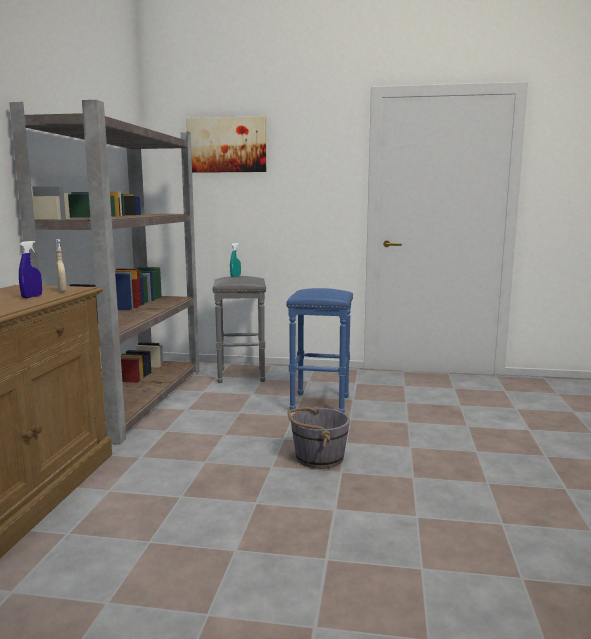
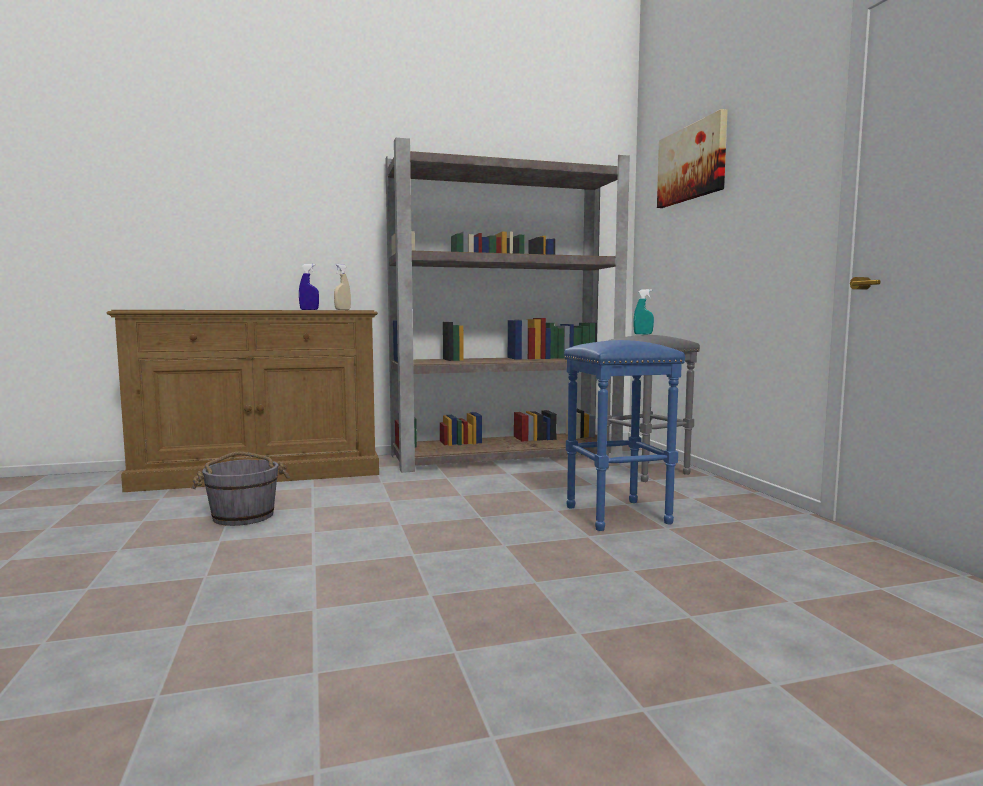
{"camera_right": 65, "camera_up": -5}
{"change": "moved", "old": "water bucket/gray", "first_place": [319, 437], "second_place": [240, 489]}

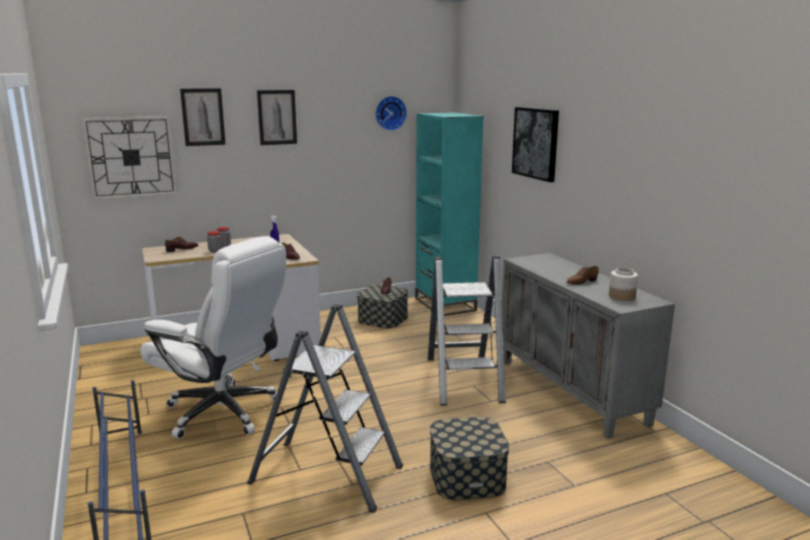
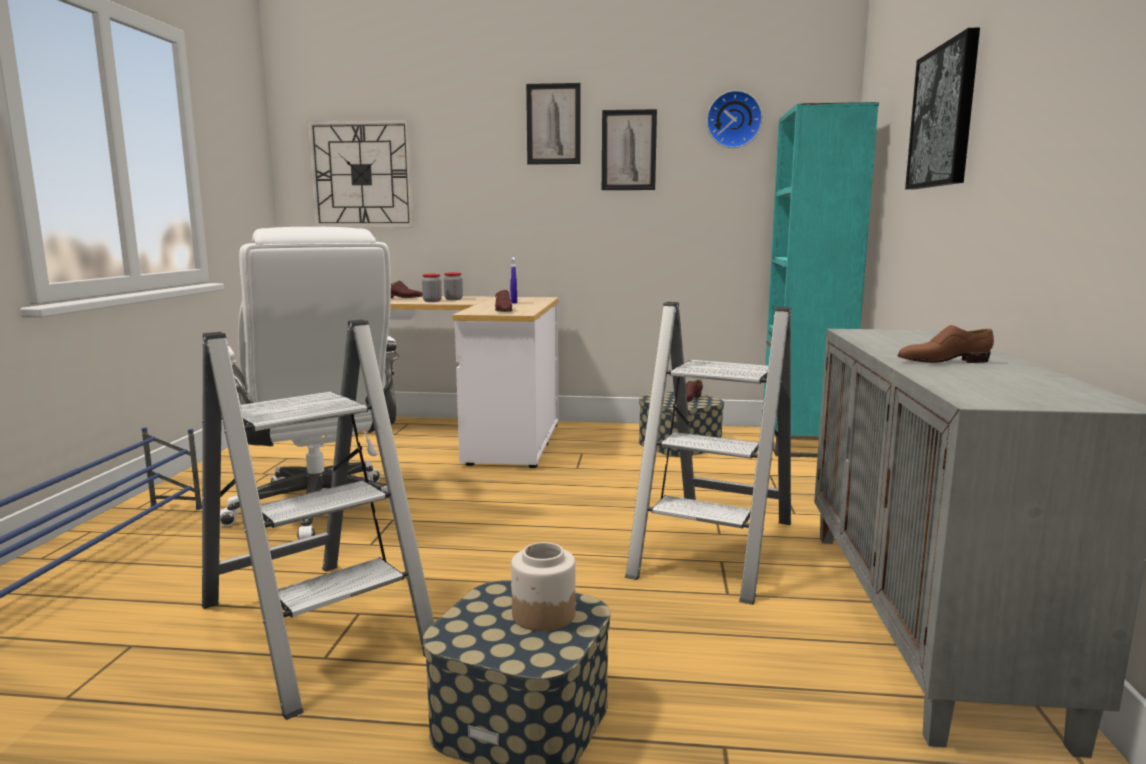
{"camera_right": 30, "camera_up": -5}
{"change": "moved", "old": "wall art", "first_place": [203, 117], "second_place": [629, 149]}
{"change": "moved", "old": "storage jar", "first_place": [623, 284], "second_place": [543, 586]}

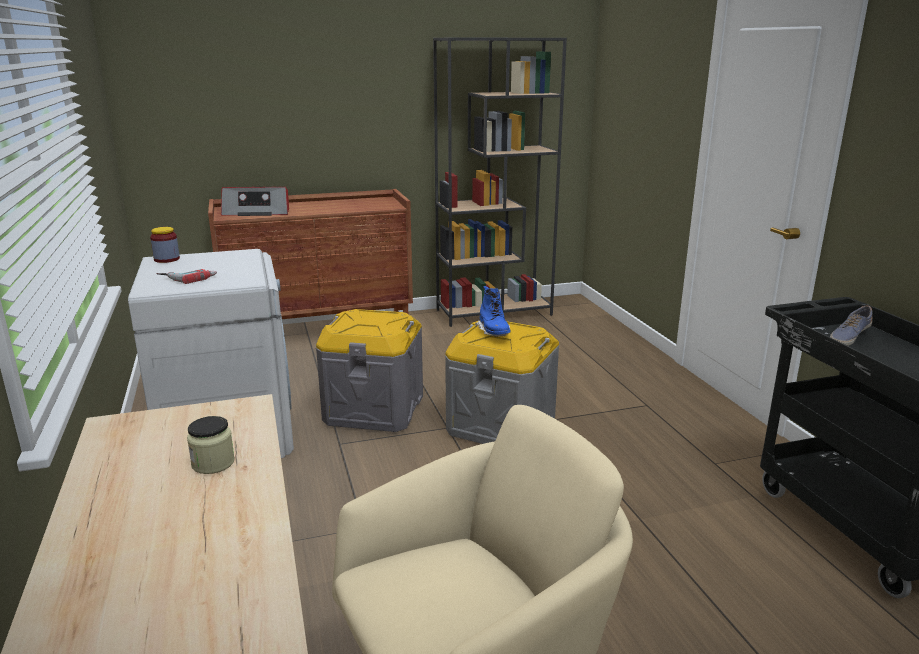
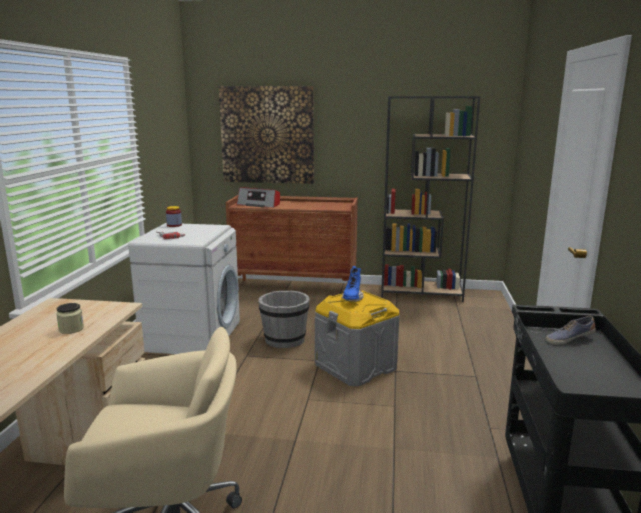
{"camera_right": 25, "camera_up": -5}
{"change": "replaced", "old": "storage box/gray", "new": "water bucket/gray", "first_place": [369, 370], "second_place": [284, 319]}
{"change": "added", "new": "wall art", "second_place": [266, 135]}

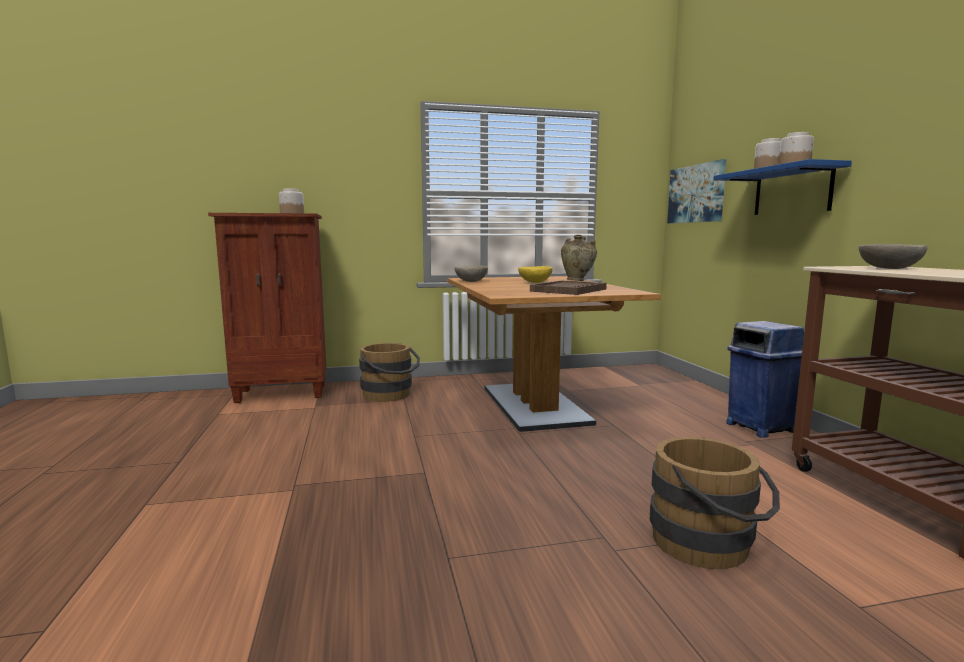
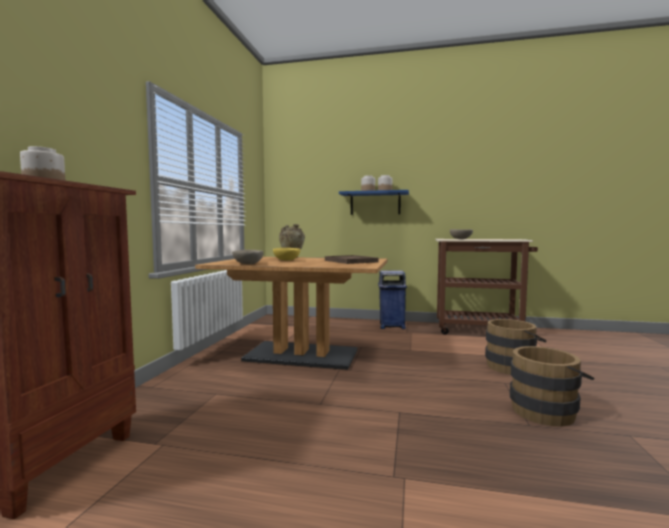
{"camera_right": -65, "camera_up": -5}
{"change": "removed", "old": "wall art", "first_place": [696, 191]}
{"change": "moved", "old": "water bucket/brown-coloured", "first_place": [389, 372], "second_place": [552, 386]}

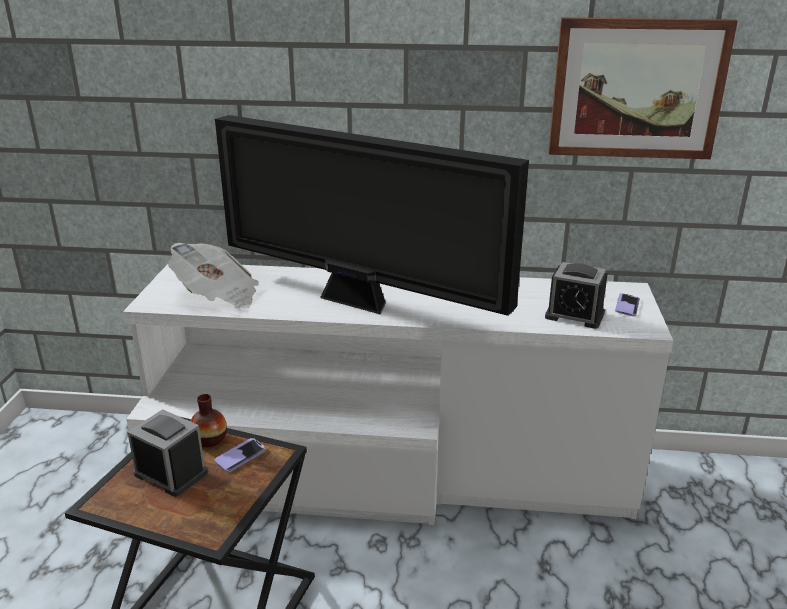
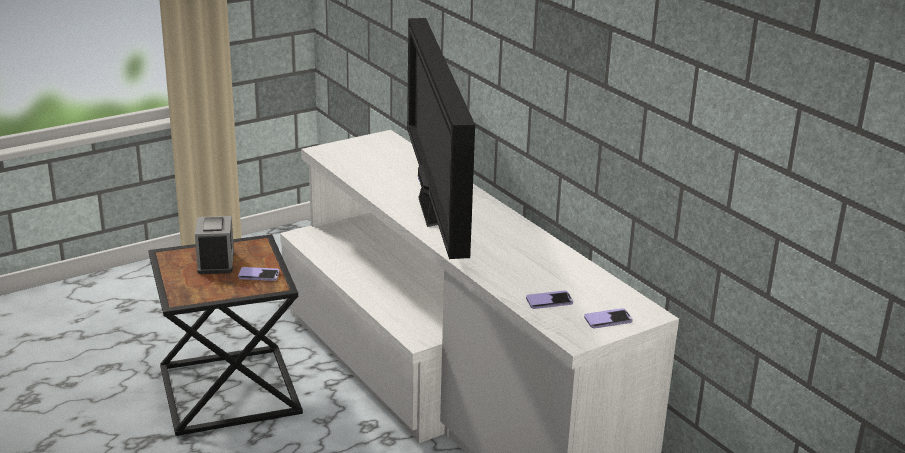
{"camera_right": 50, "camera_up": 0}
{"change": "removed", "old": "wall art", "first_place": [643, 88]}
{"change": "removed", "old": "daily paper", "first_place": [213, 275]}
{"change": "replaced", "old": "table clock", "new": "telephone", "first_place": [576, 295], "second_place": [549, 300]}
{"change": "removed", "old": "vase", "first_place": [209, 421]}

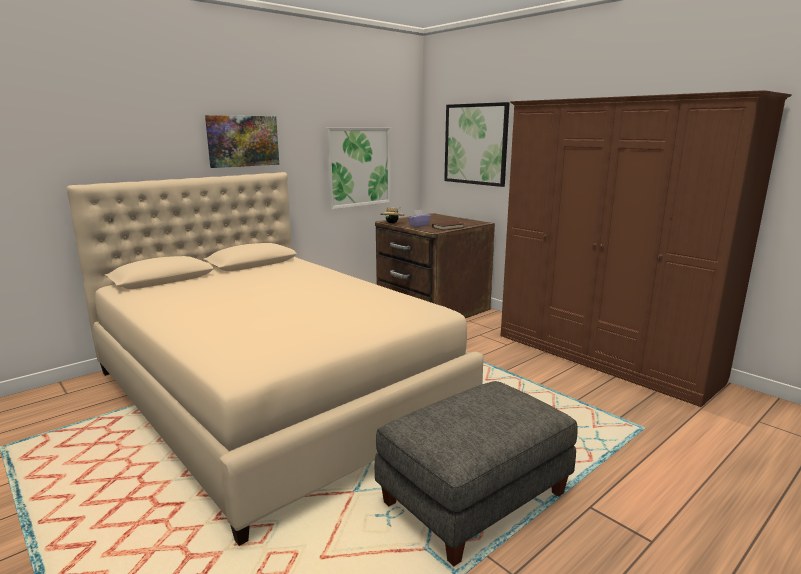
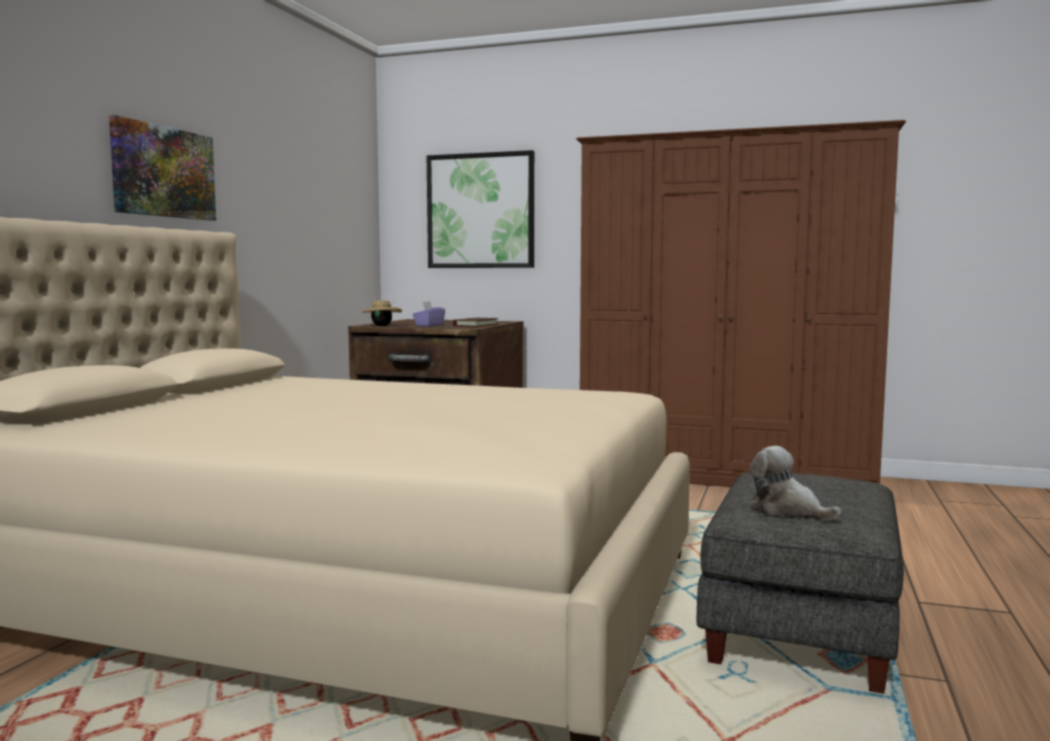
{"camera_right": -30, "camera_up": -10}
{"change": "removed", "old": "wall art", "first_place": [358, 168]}
{"change": "added", "new": "cuddly toy", "second_place": [795, 483]}

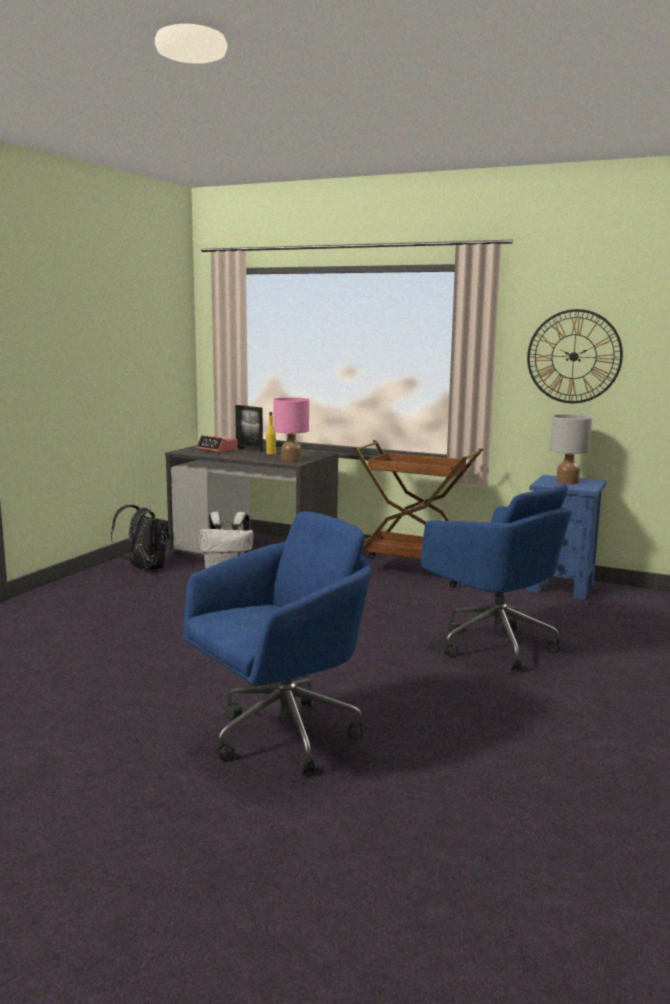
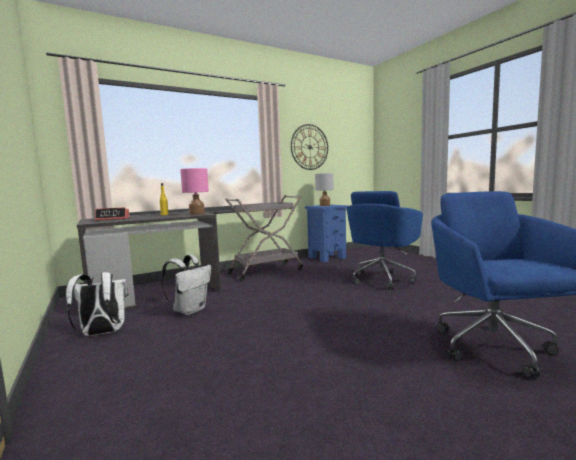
{"camera_right": -55, "camera_up": -5}
{"change": "removed", "old": "standing frame", "first_place": [249, 428]}
{"change": "recoloured", "old": "trolley/brown-coloured", "new": "trolley/gray", "first_place": [418, 513], "second_place": [264, 238]}
{"change": "turned", "old": "desk chair/bluish", "first_place": [496, 577], "second_place": [385, 240], "degrees": 135}
{"change": "recoloured", "old": "rucksack/black-coloured", "new": "rucksack/whitish", "first_place": [140, 537], "second_place": [97, 304]}

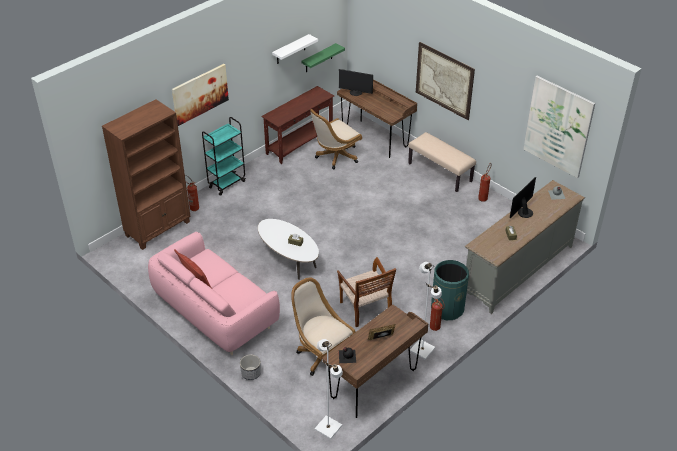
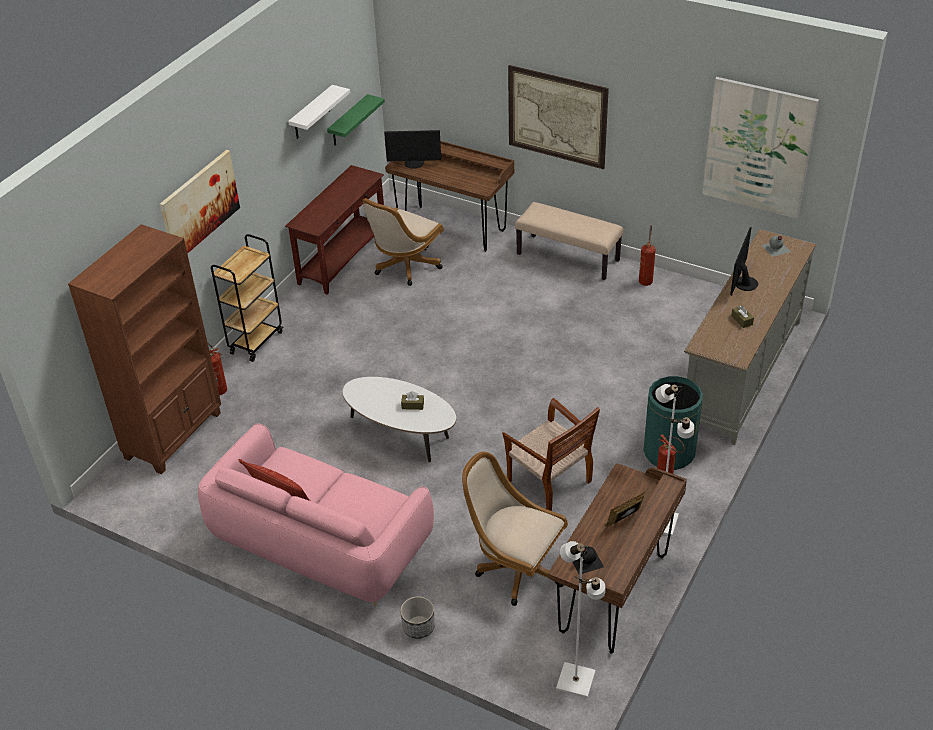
{"camera_right": -15, "camera_up": 0}
{"change": "recoloured", "old": "trolley/turquoise", "new": "trolley/brown-coloured", "first_place": [224, 156], "second_place": [247, 298]}

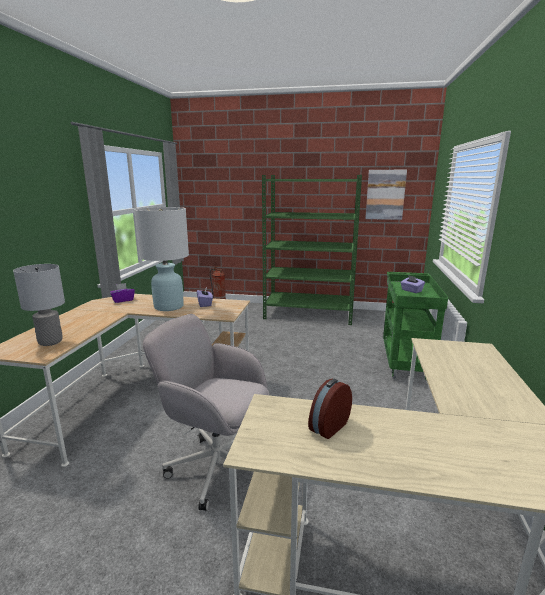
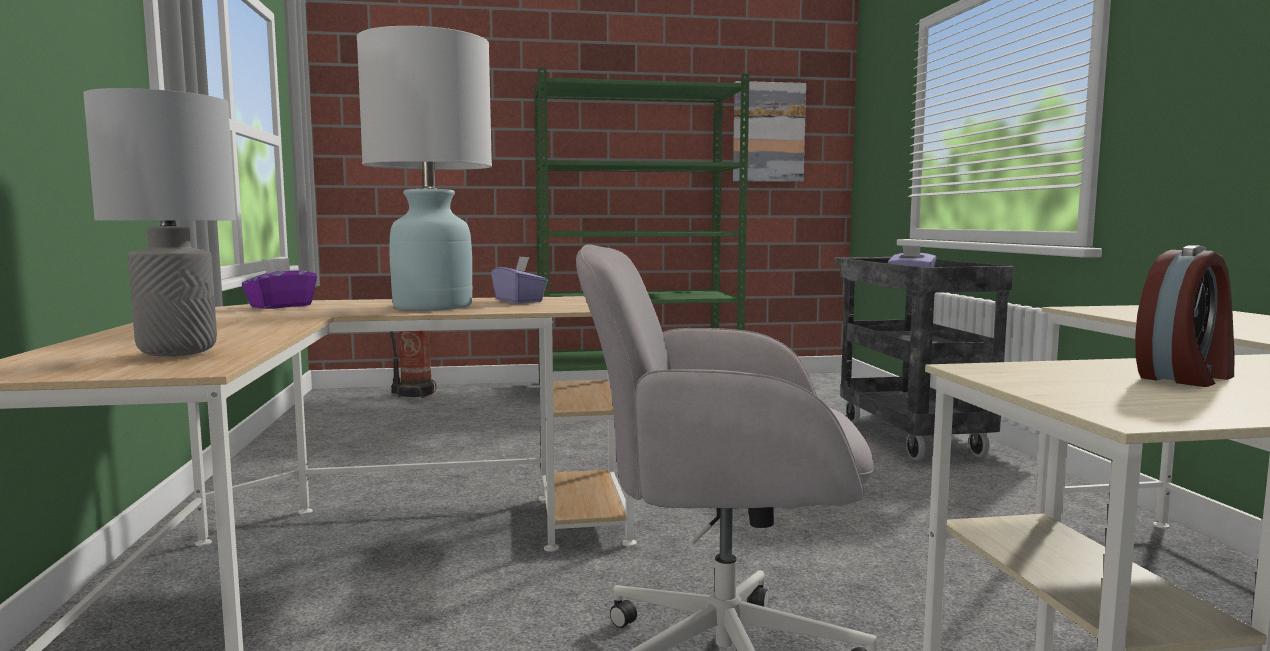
{"camera_right": -20, "camera_up": -10}
{"change": "recoloured", "old": "trolley/green-coloured", "new": "trolley/black-coloured", "first_place": [415, 327], "second_place": [924, 359]}
{"change": "turned", "old": "table clock", "first_place": [330, 409], "second_place": [1184, 316], "degrees": -150}

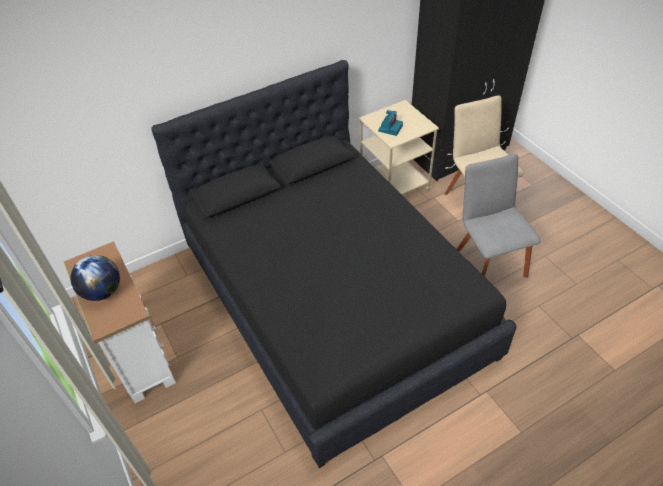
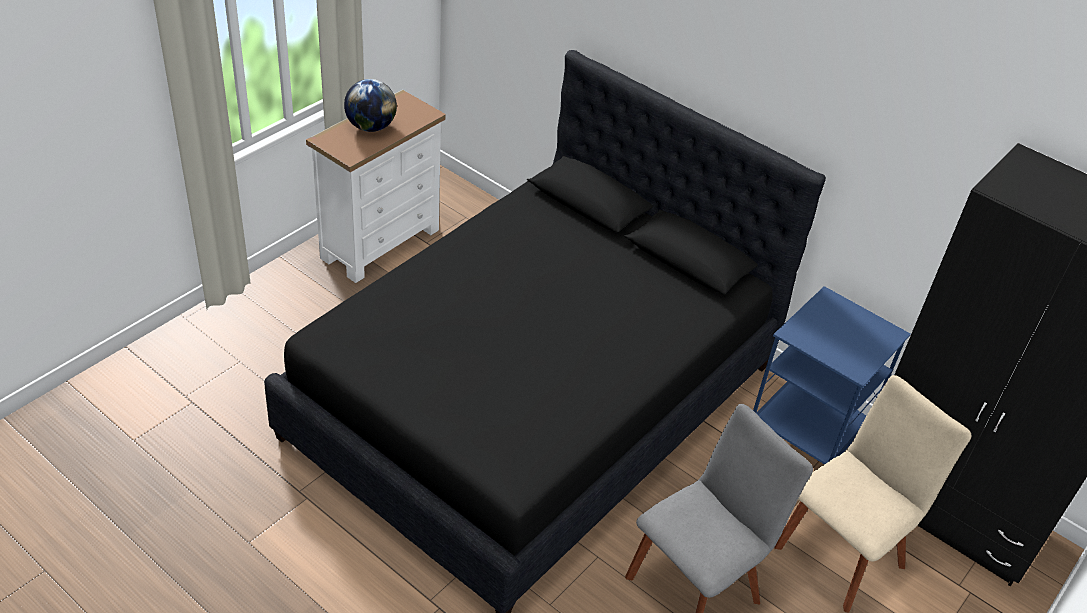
{"camera_right": 65, "camera_up": -5}
{"change": "recoloured", "old": "trolley/beige", "new": "trolley/bluish", "first_place": [399, 147], "second_place": [832, 375]}
{"change": "removed", "old": "photo camera", "first_place": [390, 123]}

